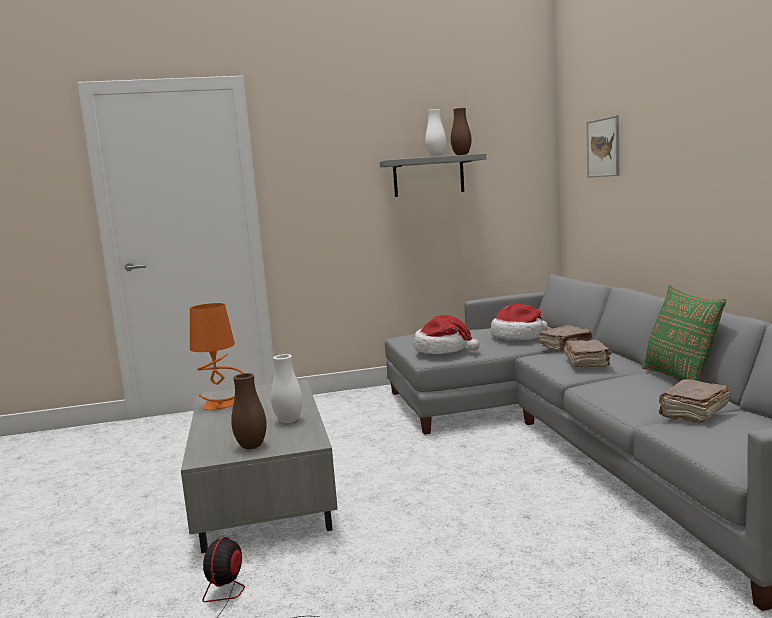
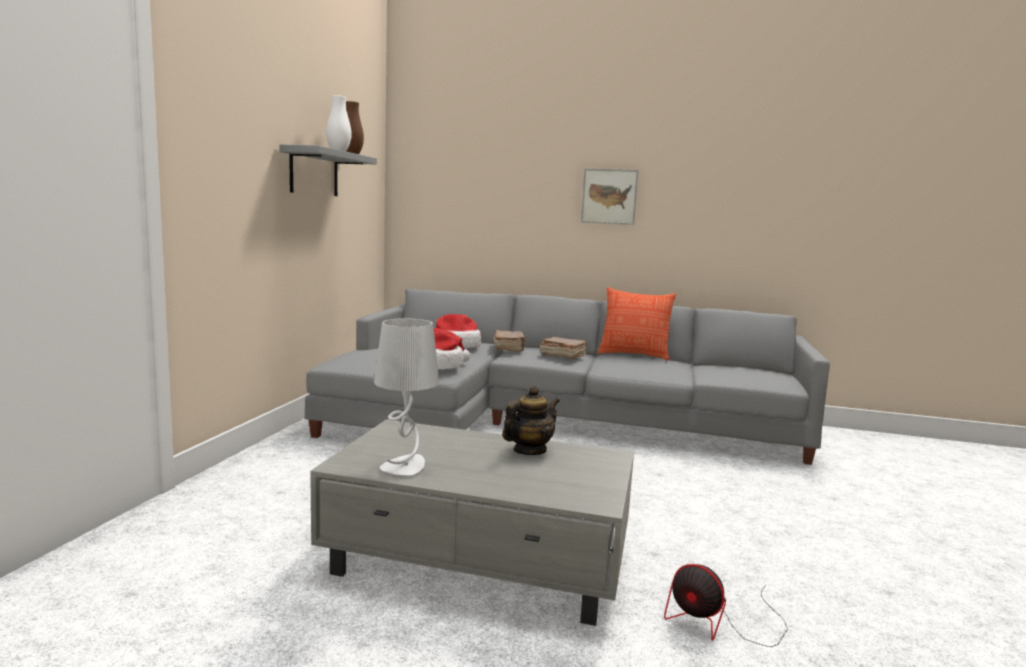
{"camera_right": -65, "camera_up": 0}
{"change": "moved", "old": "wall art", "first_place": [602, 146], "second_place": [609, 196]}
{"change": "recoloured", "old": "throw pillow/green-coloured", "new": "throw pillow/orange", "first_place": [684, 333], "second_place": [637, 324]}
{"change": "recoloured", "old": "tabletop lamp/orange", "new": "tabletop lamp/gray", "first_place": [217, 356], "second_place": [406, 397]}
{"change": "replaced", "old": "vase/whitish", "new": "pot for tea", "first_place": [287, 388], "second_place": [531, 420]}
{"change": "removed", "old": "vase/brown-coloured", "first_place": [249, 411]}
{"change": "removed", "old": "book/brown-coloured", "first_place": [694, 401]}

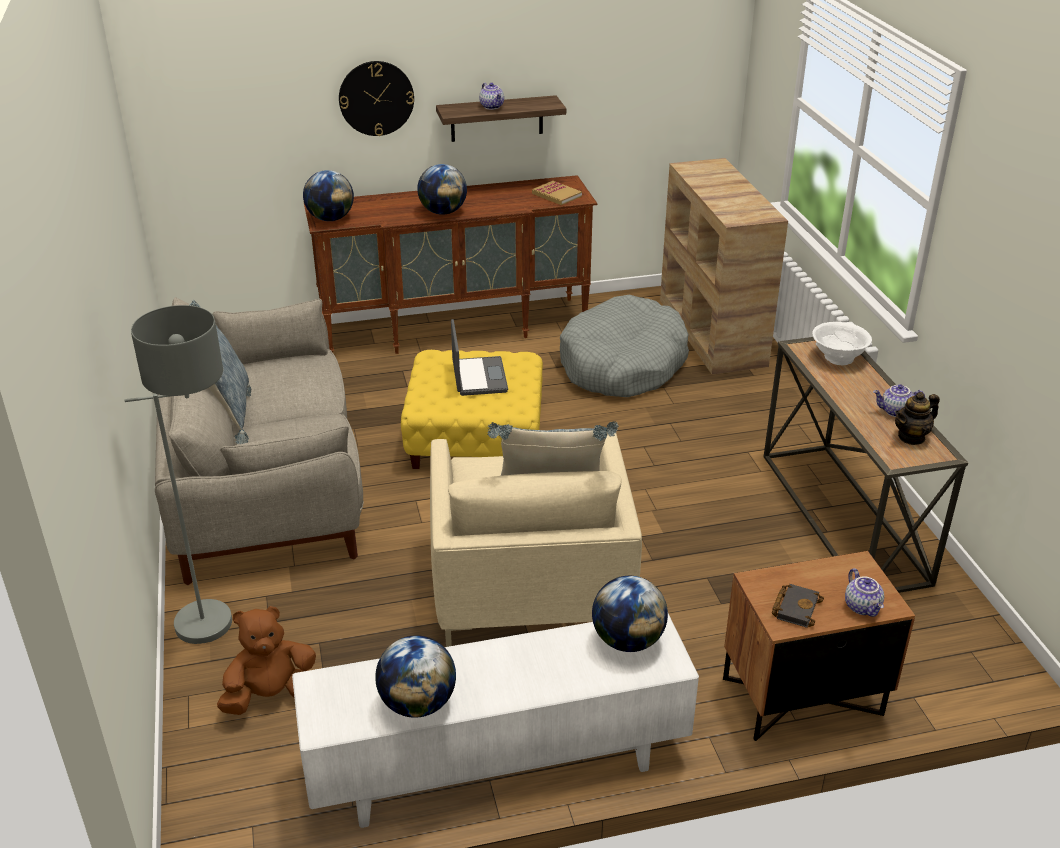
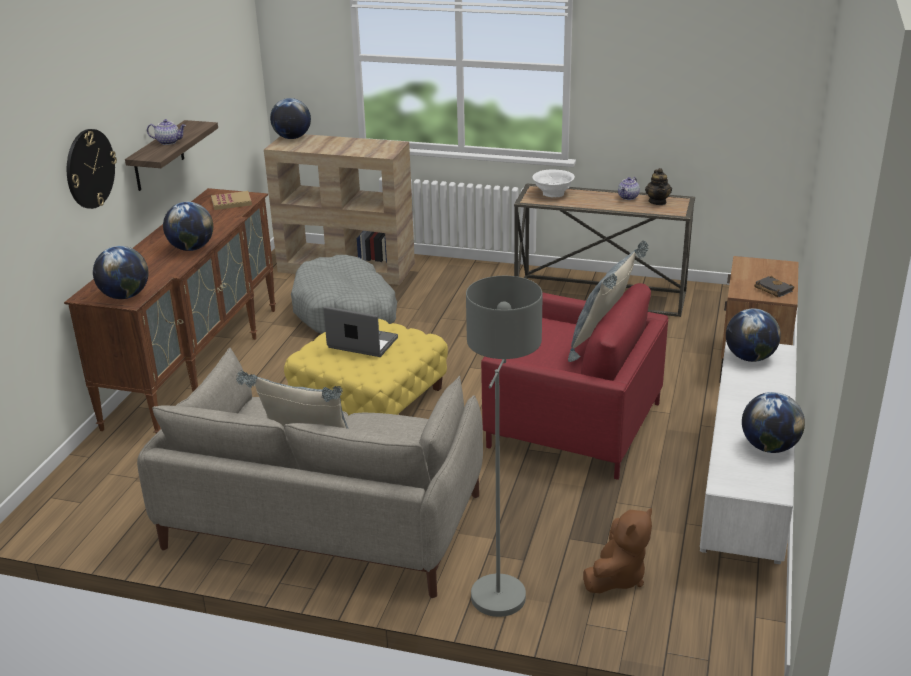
{"camera_right": -60, "camera_up": -5}
{"change": "recoloured", "old": "lounge chair/beige", "new": "lounge chair/reddish", "first_place": [536, 540], "second_place": [574, 381]}
{"change": "removed", "old": "pot for tea", "first_place": [864, 592]}
{"change": "turned", "old": "cuddly toy/brown-coloured", "first_place": [266, 660], "second_place": [617, 550], "degrees": -150}
{"change": "added", "new": "world globe", "second_place": [290, 118]}

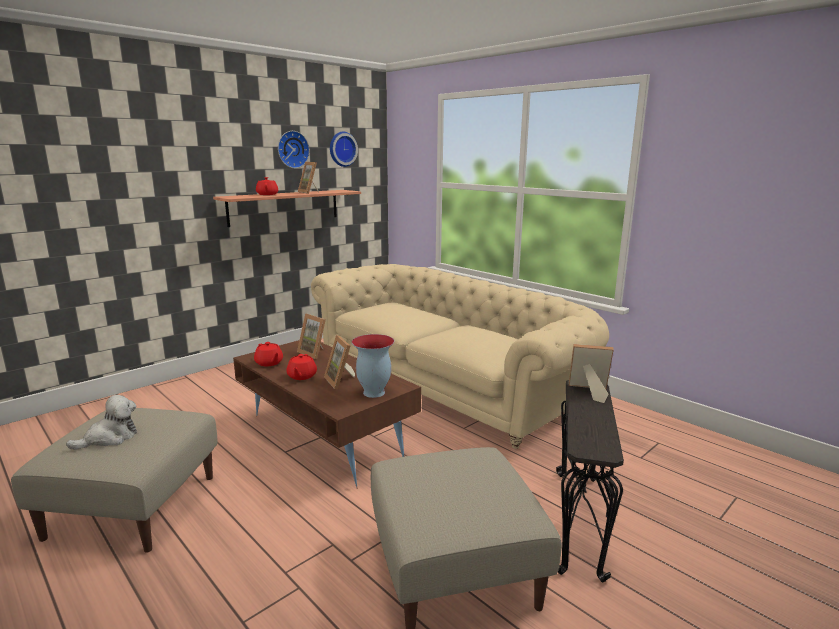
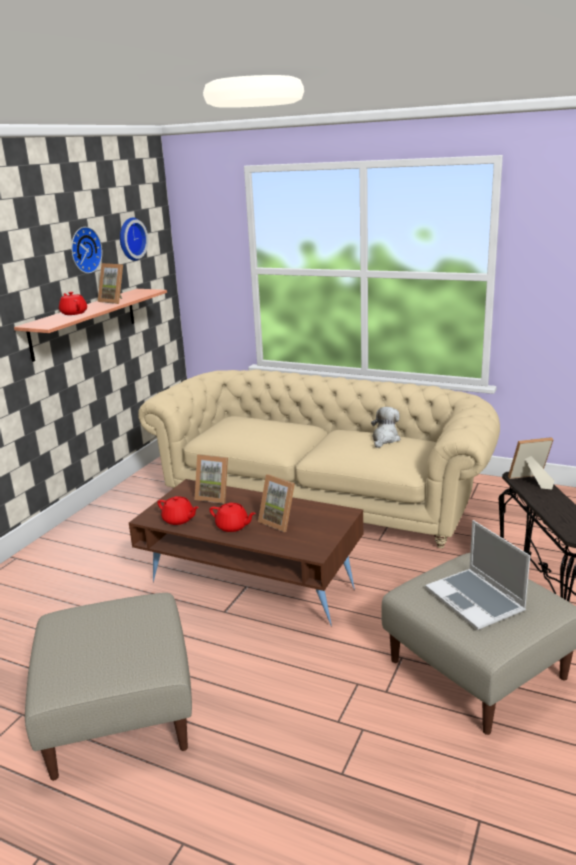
{"camera_right": -20, "camera_up": 5}
{"change": "removed", "old": "vase", "first_place": [373, 366]}
{"change": "turned", "old": "pot for tea/reddish", "first_place": [301, 367], "second_place": [233, 517], "degrees": -45}
{"change": "moved", "old": "cuddly toy", "first_place": [101, 422], "second_place": [385, 427]}
{"change": "added", "new": "notebook computer", "second_place": [477, 575]}

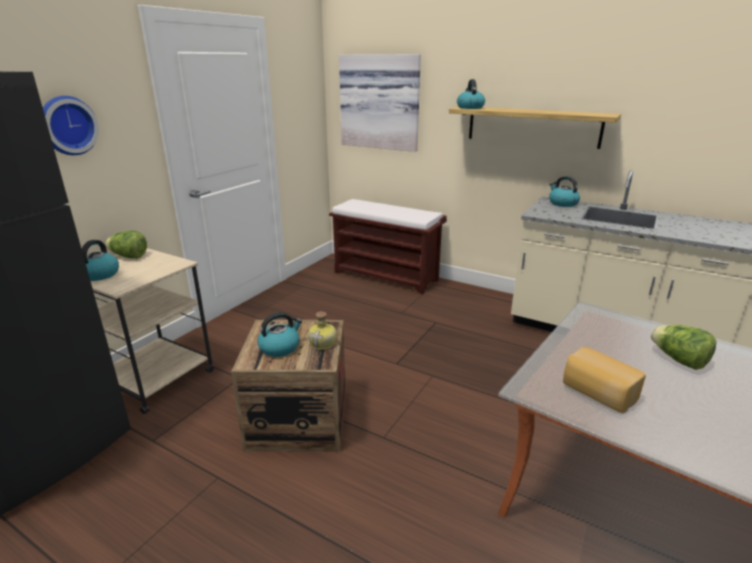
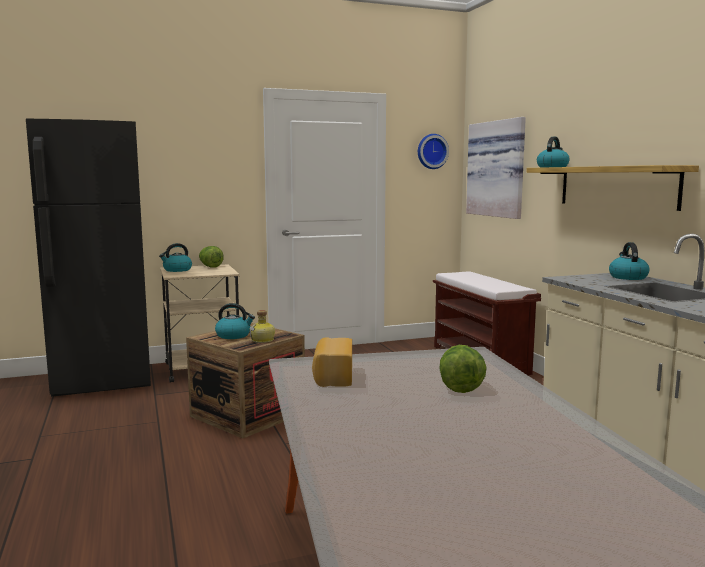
{"camera_right": 40, "camera_up": -15}
{"change": "moved", "old": "clock on the wall", "first_place": [71, 125], "second_place": [433, 151]}

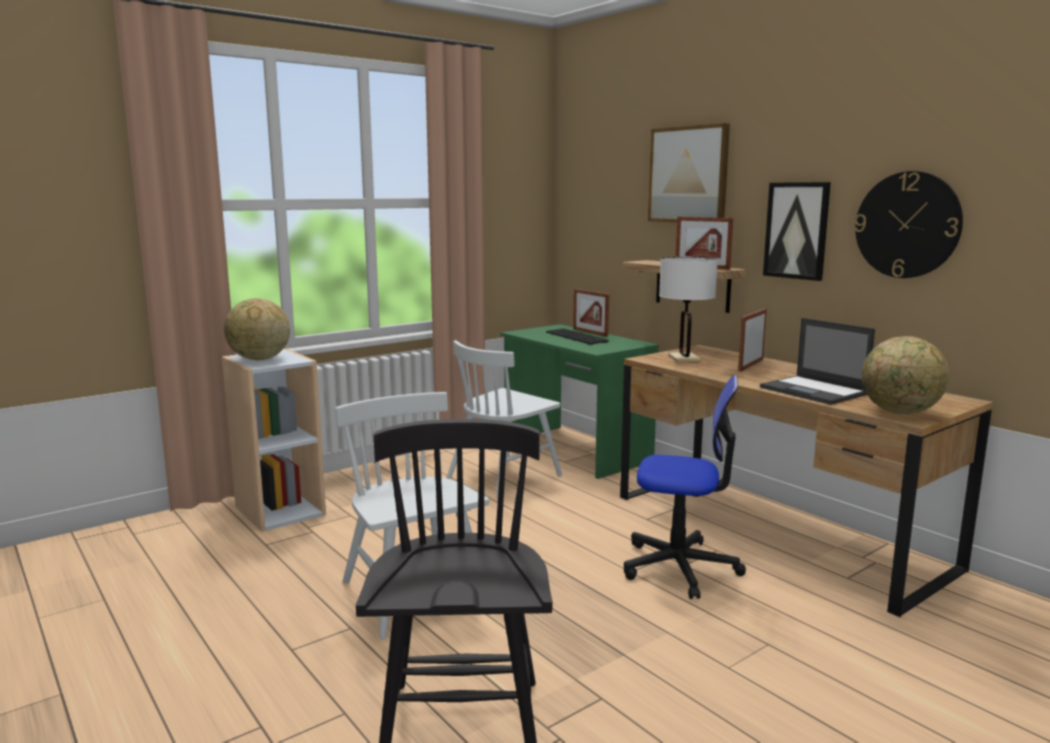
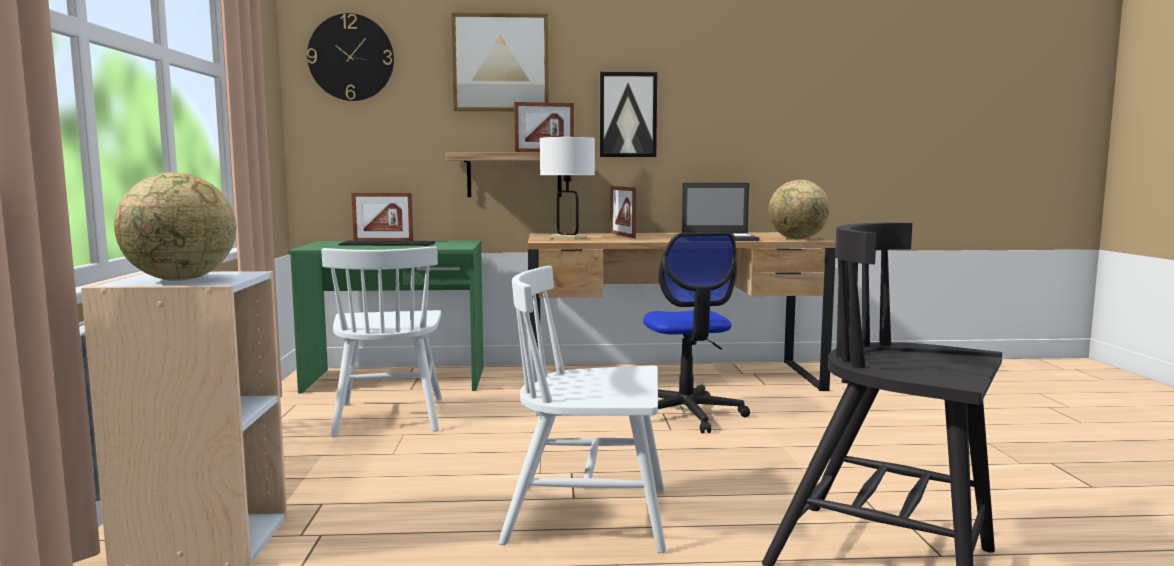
{"camera_right": -55, "camera_up": -5}
{"change": "moved", "old": "clock on the wall", "first_place": [908, 224], "second_place": [350, 57]}
{"change": "turned", "old": "desk chair", "first_place": [685, 487], "second_place": [696, 332], "degrees": 120}

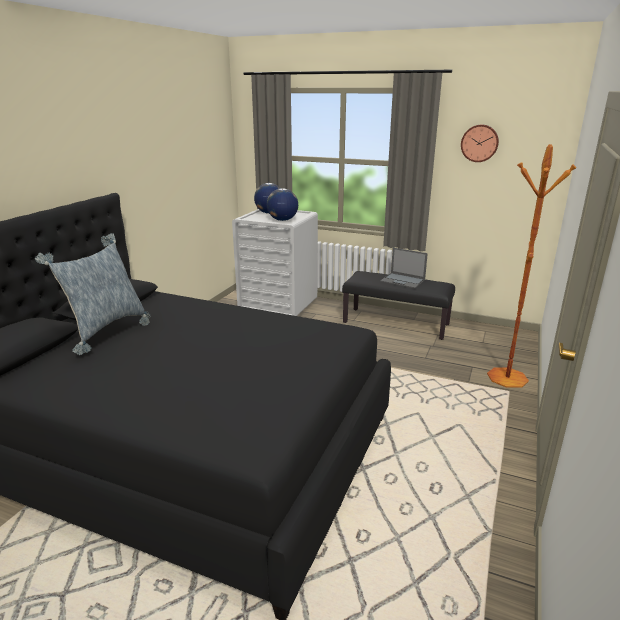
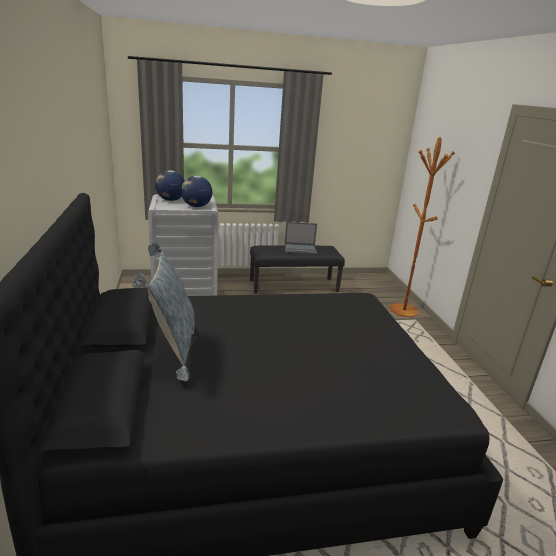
{"camera_right": -35, "camera_up": 0}
{"change": "removed", "old": "clock on the wall", "first_place": [480, 143]}

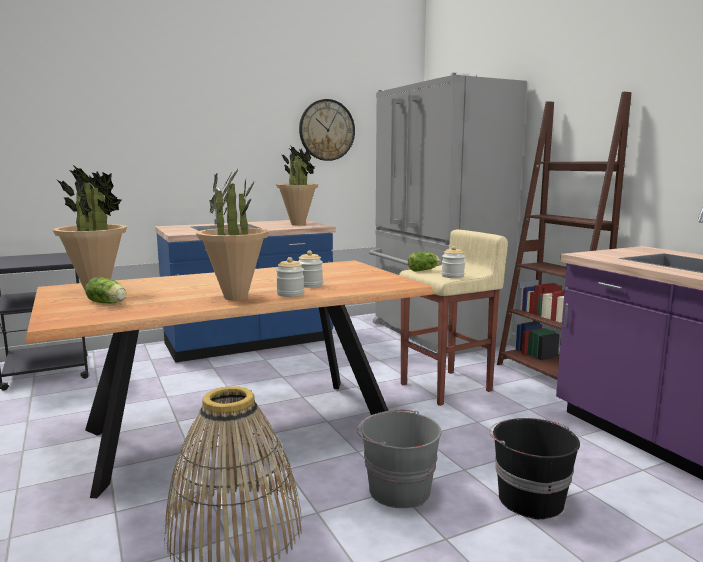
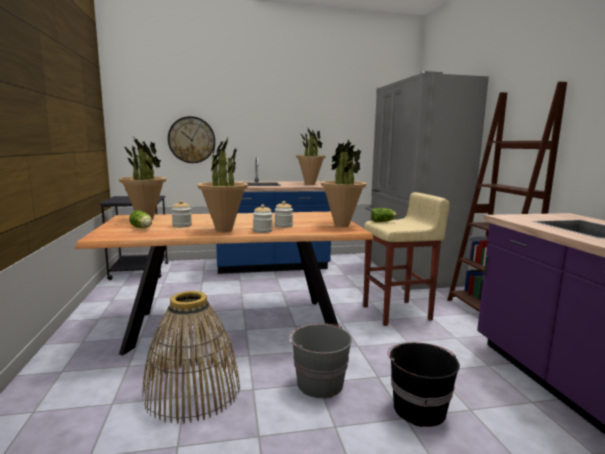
{"camera_right": 15, "camera_up": 0}
{"change": "moved", "old": "clock on the wall", "first_place": [327, 130], "second_place": [191, 139]}
{"change": "moved", "old": "storage jar", "first_place": [453, 262], "second_place": [181, 213]}
{"change": "added", "new": "plant in a pot", "second_place": [343, 183]}

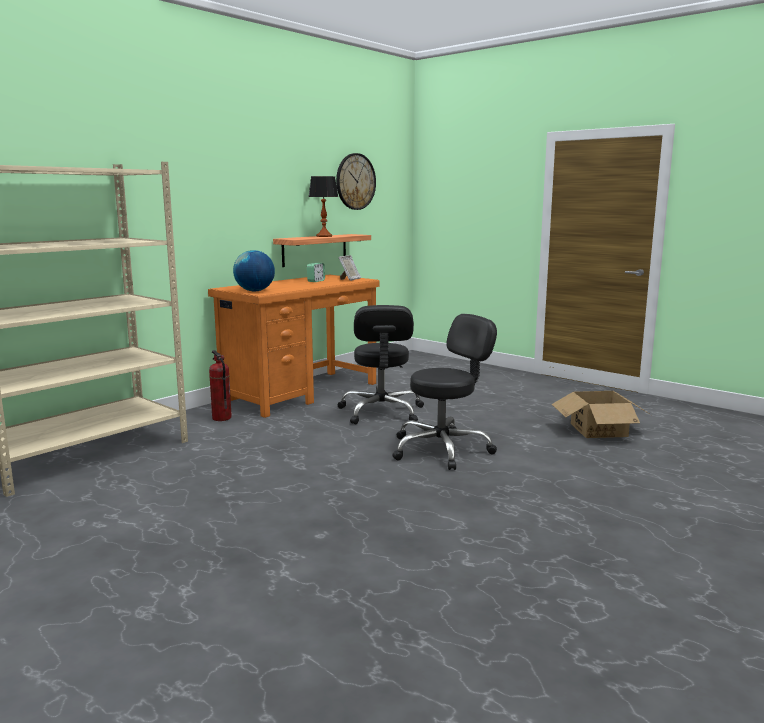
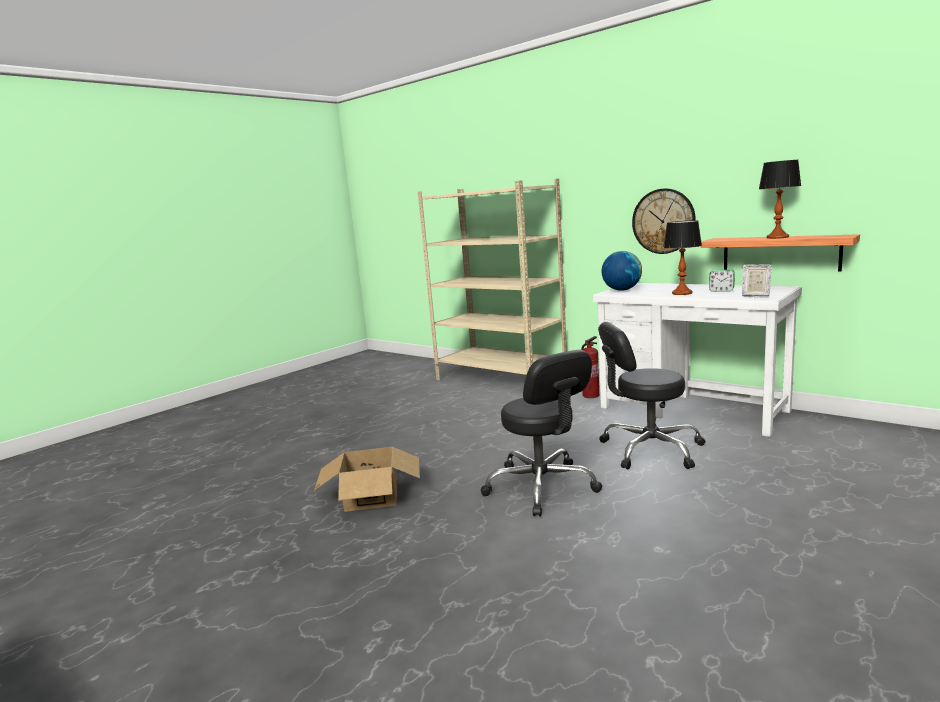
{"camera_right": 90, "camera_up": 0}
{"change": "moved", "old": "clock on the wall", "first_place": [356, 181], "second_place": [664, 221]}
{"change": "recoloured", "old": "desk table/orange", "new": "desk table/whitish", "first_place": [294, 346], "second_place": [697, 360]}
{"change": "moved", "old": "cardboard box", "first_place": [601, 414], "second_place": [367, 479]}
{"change": "added", "new": "tabletop lamp", "second_place": [682, 257]}

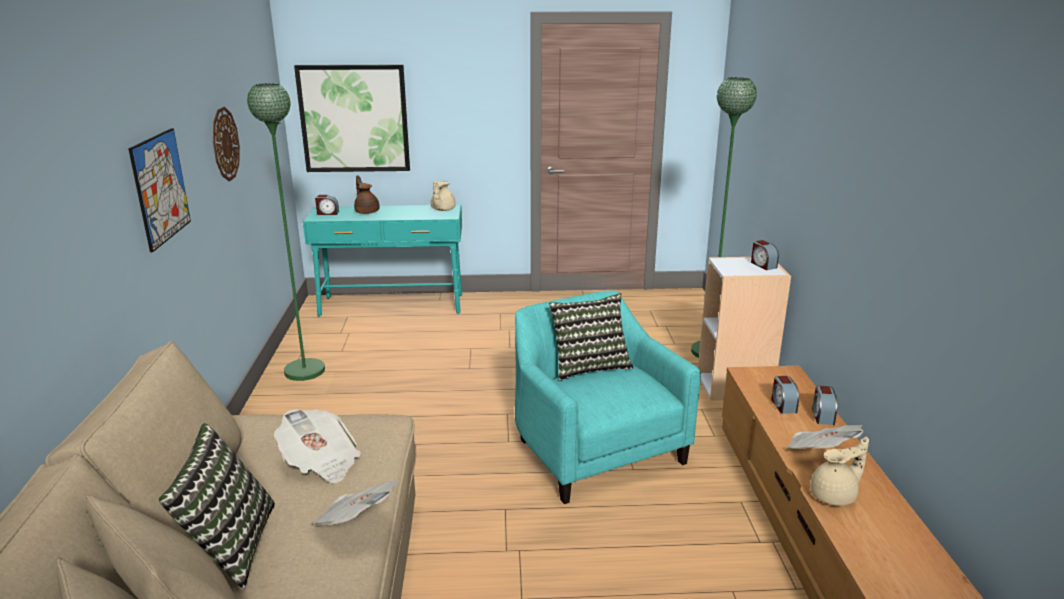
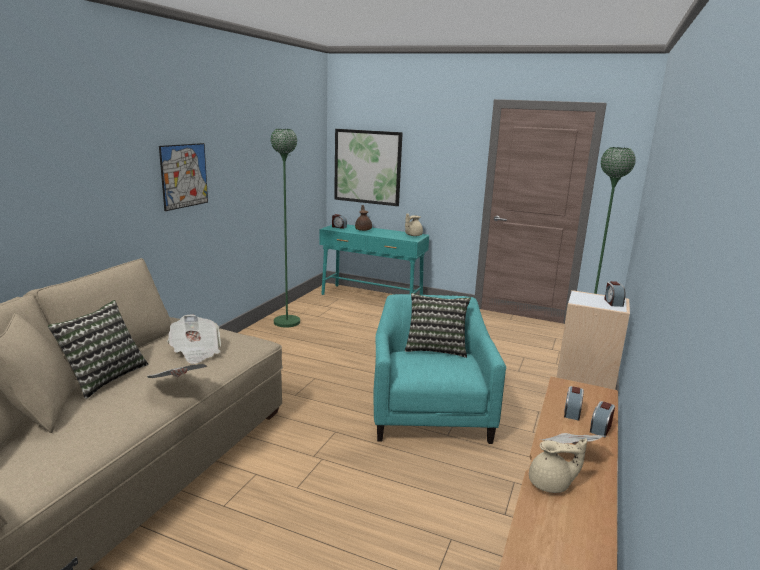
{"camera_right": 25, "camera_up": -5}
{"change": "removed", "old": "clock on the wall", "first_place": [226, 144]}

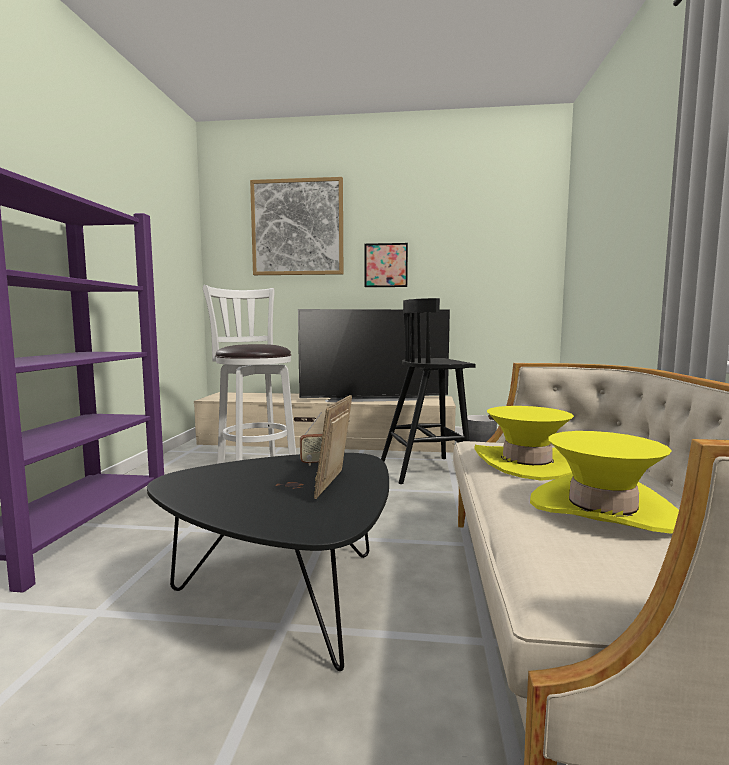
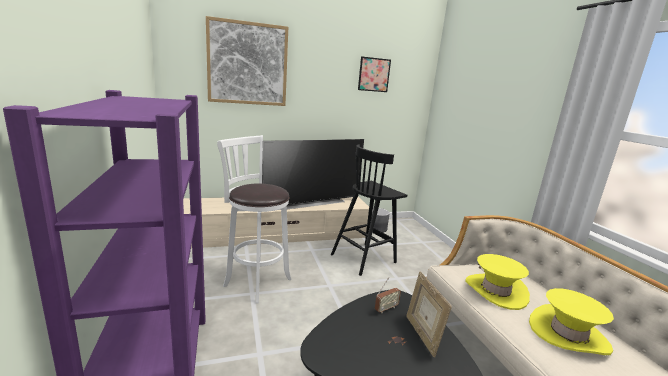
{"camera_right": -25, "camera_up": 10}
{"change": "moved", "old": "wall art", "first_place": [386, 265], "second_place": [374, 74]}

